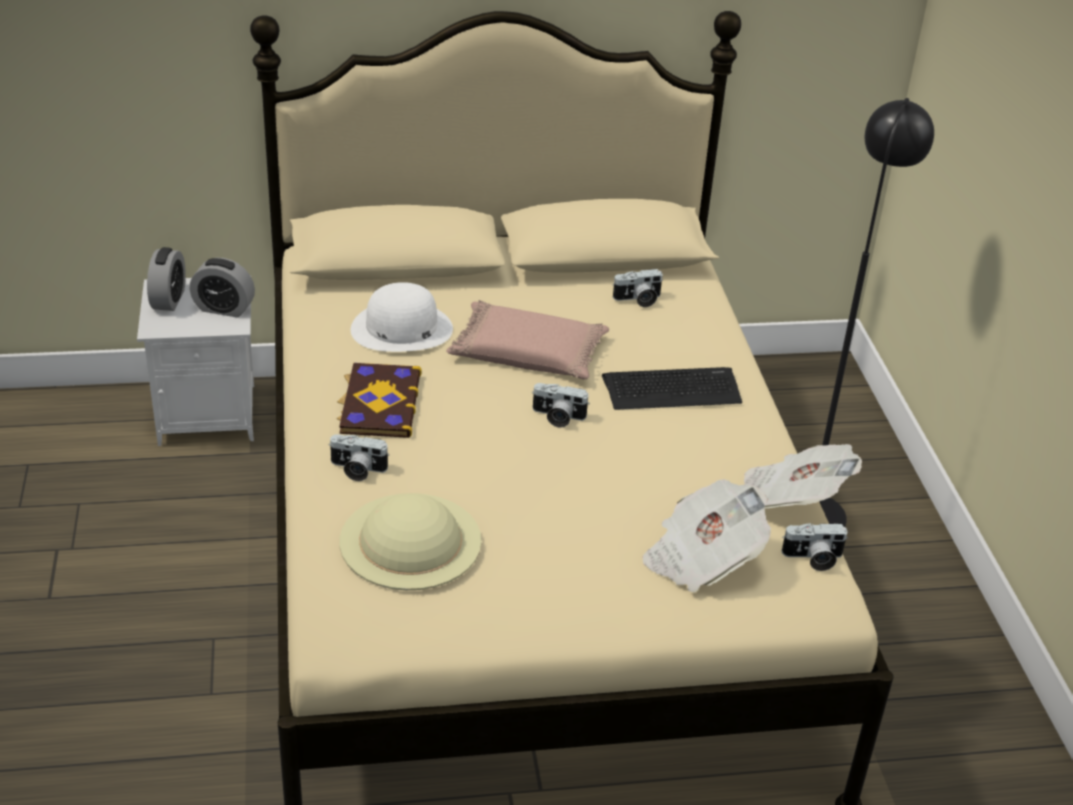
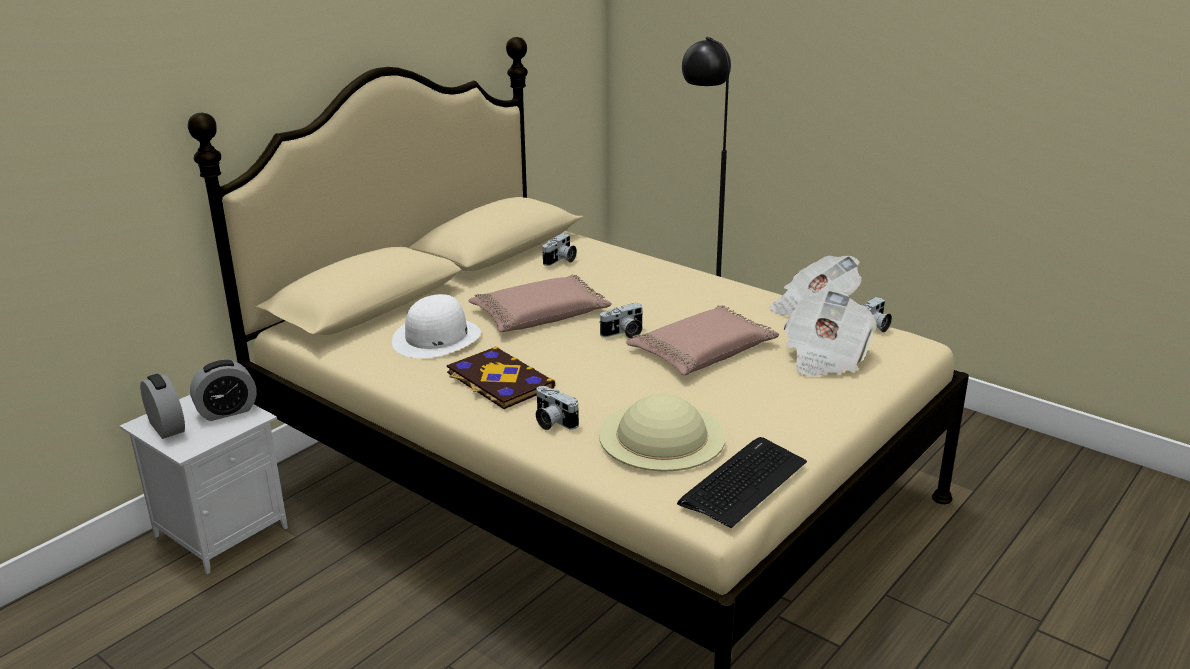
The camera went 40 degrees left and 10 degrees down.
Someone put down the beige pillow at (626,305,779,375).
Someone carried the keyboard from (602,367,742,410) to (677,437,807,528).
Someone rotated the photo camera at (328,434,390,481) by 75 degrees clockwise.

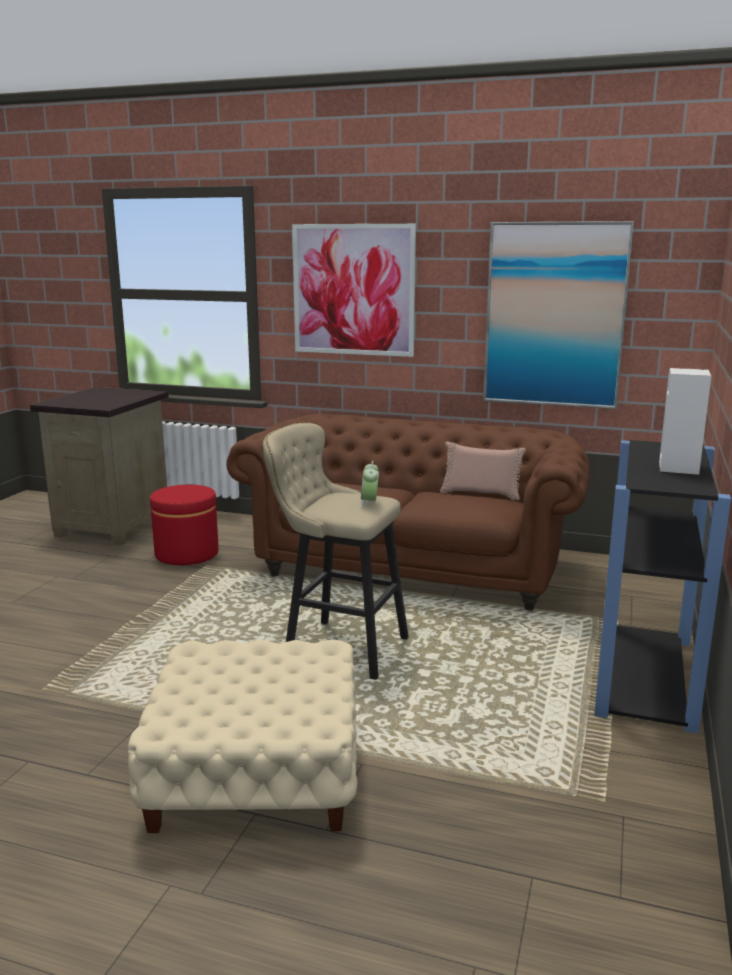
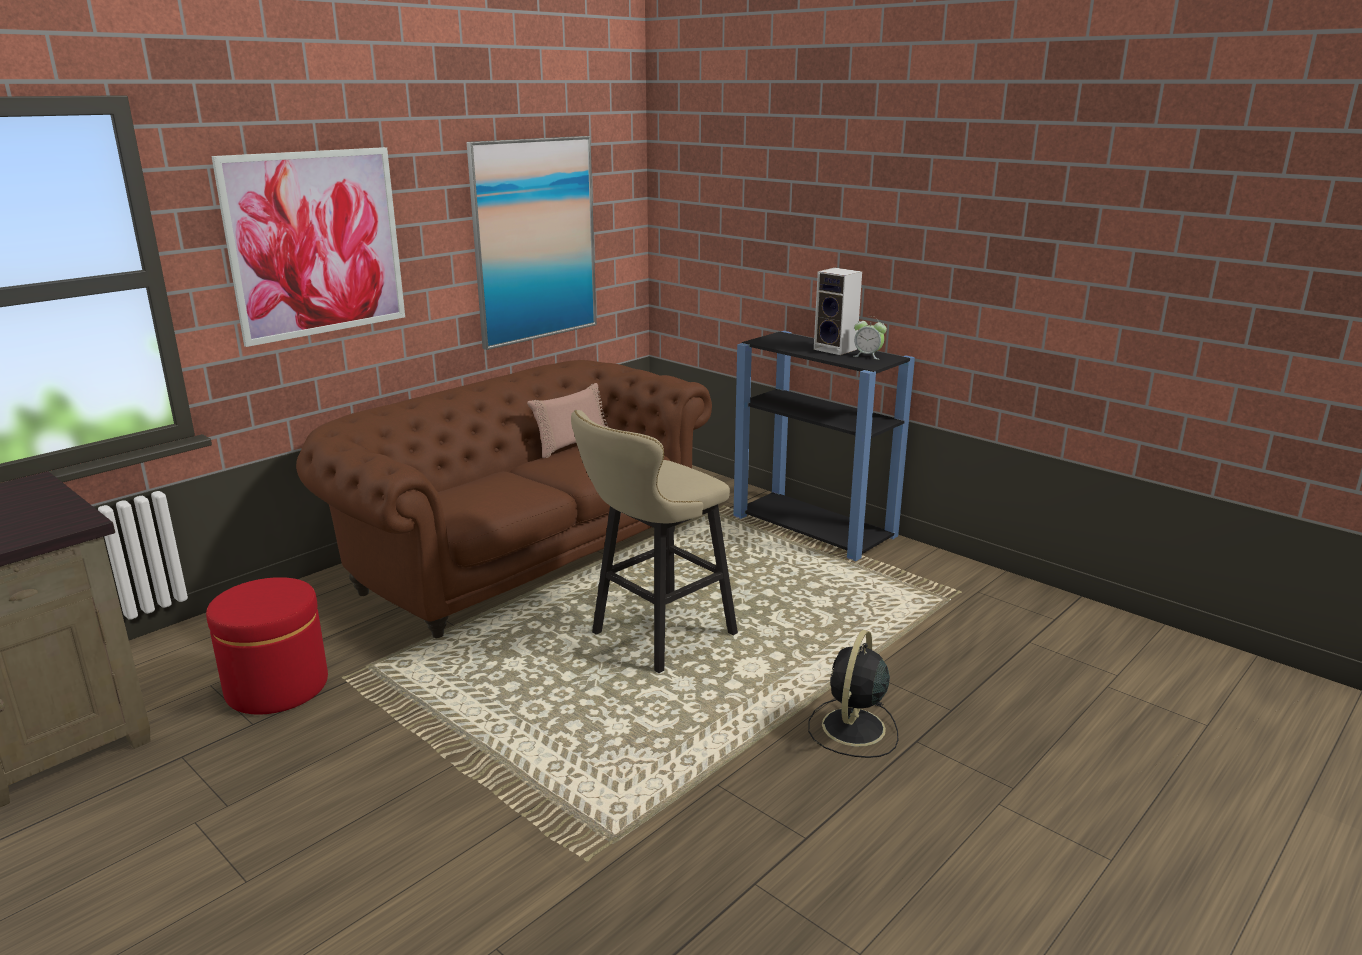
The camera went 65 degrees left and 5 degrees up.
Someone carried the alarm clock from (360,461,379,508) to (854,316,887,360).
Someone swapped the beige ottoman at (128,639,357,833) for the black fan at (808,630,898,758).

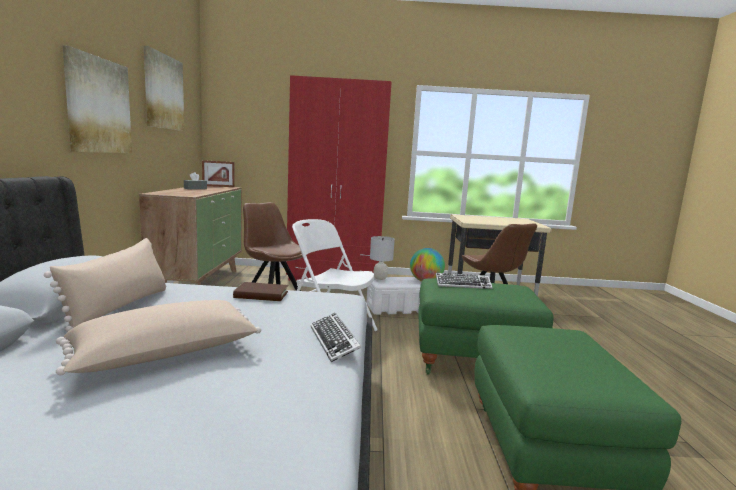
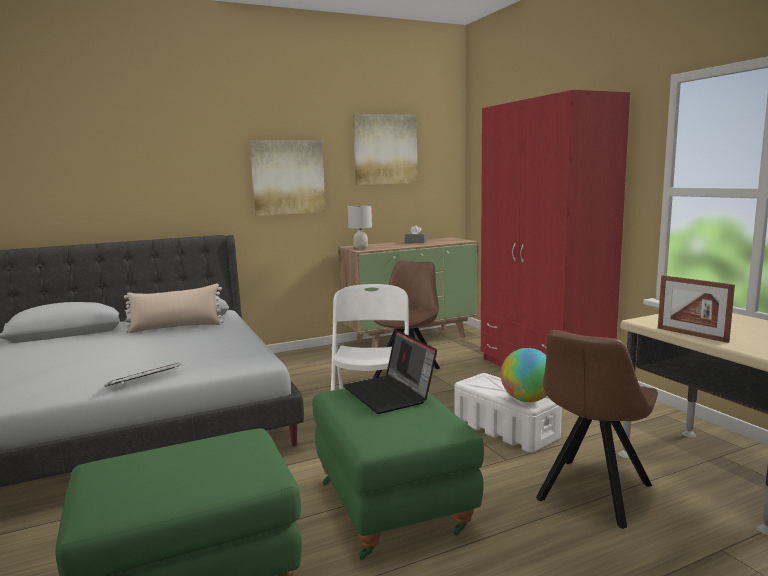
The camera went 65 degrees right and 0 degrees up.
Someone took away the beige pillow at (56,300,261,376).
Someone took away the brown book at (233,282,288,301).
Someone carried the picture frame from (202,160,235,187) to (658,275,735,343).
Someone carried the grey table lamp from (370,236,395,280) to (348,206,372,249).
Someone swapped the keyboard at (436,273,493,289) for the laptop at (343,330,437,414).

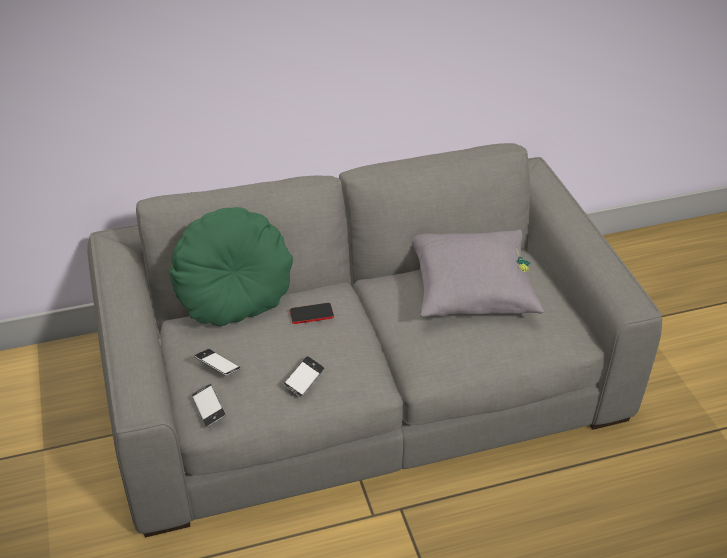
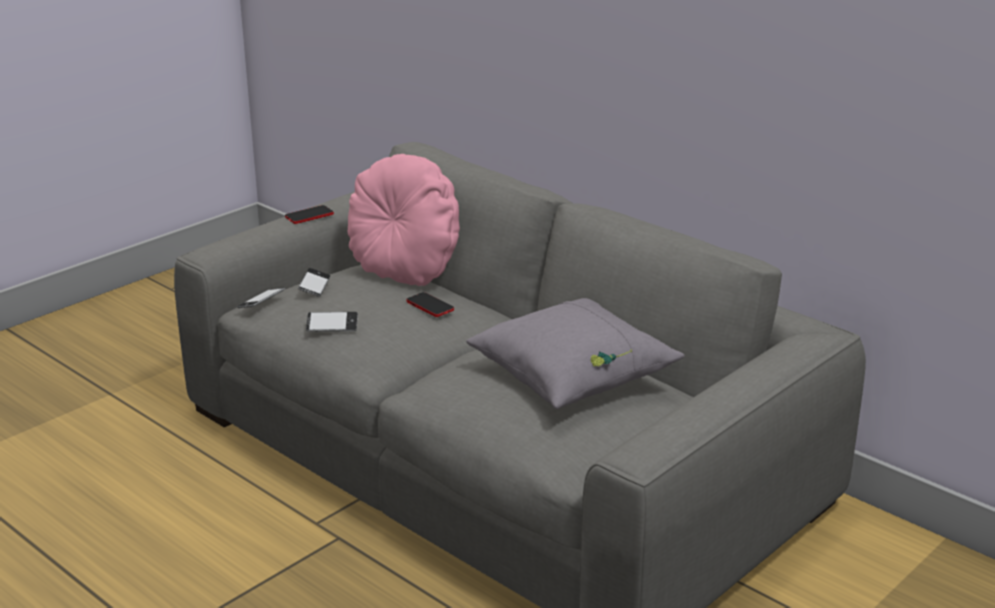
The camera went 60 degrees right and 15 degrees down.
Someone put down the phone at (285,205,334,224).
Someone repainted the green pillow at (169,207,293,326), which became the pink pillow at (348,154,460,286).

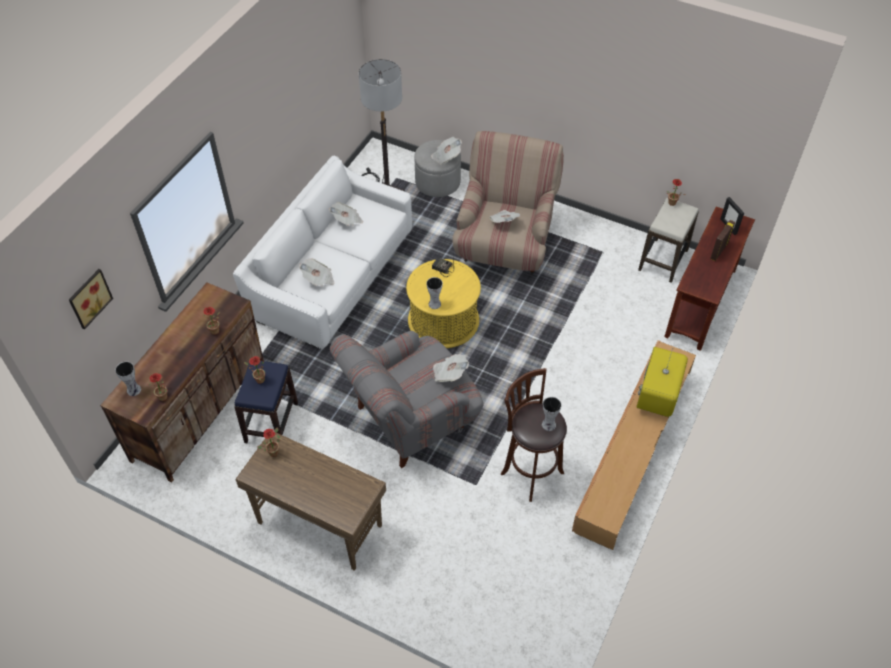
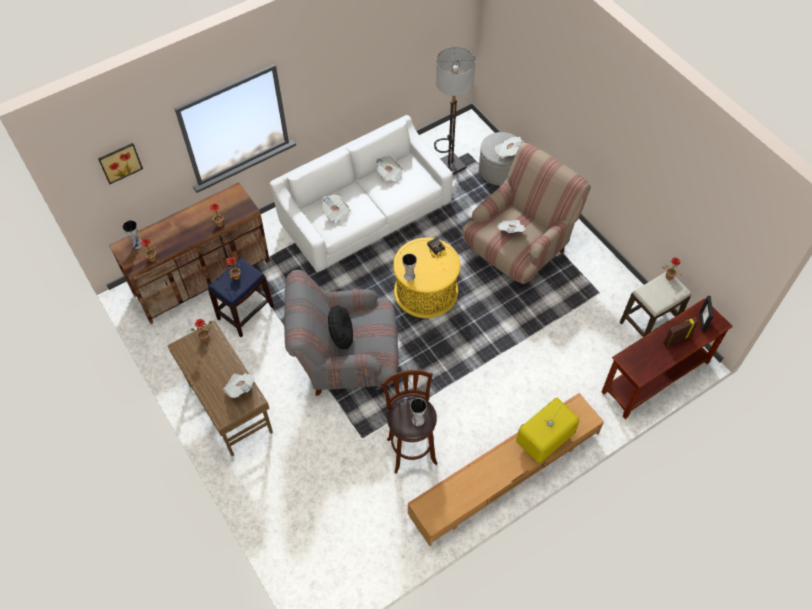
The camera went 30 degrees right and 5 degrees up.
Someone put down the black pillow at (328,306,353,349).
Someone carried the newspaper from (433,354,469,382) to (223,373,255,398).

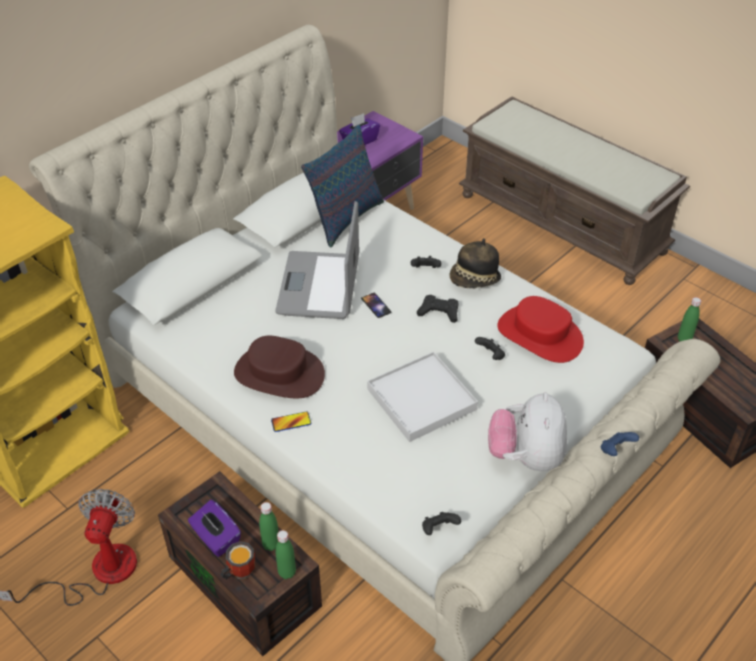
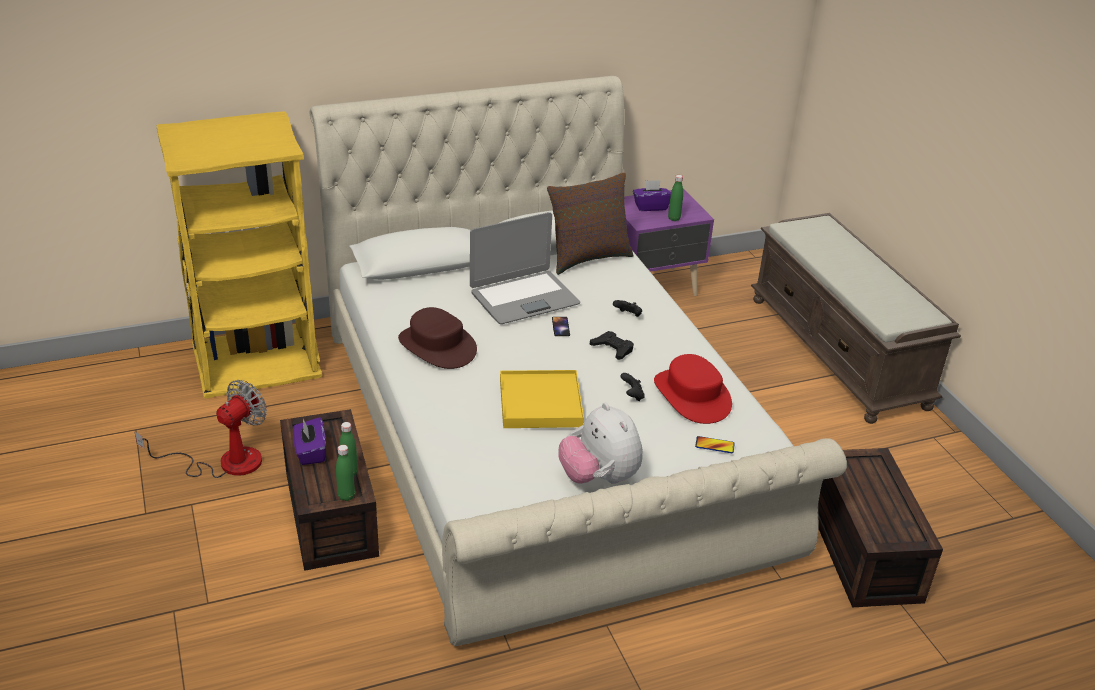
The camera went 25 degrees right and 10 degrees down.
Someone took away the mug at (220,541,255,580).
Someone took away the black game controller at (422,512,461,535).
Someone took away the hat at (449,238,501,288).
Someone took away the blue game controller at (601,432,639,456).
Someone carried the phone from (271,411,311,432) to (695,436,735,453).
Someone carried the green bottle from (678,297,701,342) to (668,175,683,221).
Someone repainted the blue pillow at (301,125,384,248), which became the brown pillow at (547,173,634,275).
Someone repainted the white tray at (367,352,478,442), which became the yellow tray at (500,370,584,428).
Someone rotated the laptop at (275,201,359,319) by 150 degrees counterclockwise.
Someone rotated the plush toy at (488,392,567,471) by 60 degrees counterclockwise.

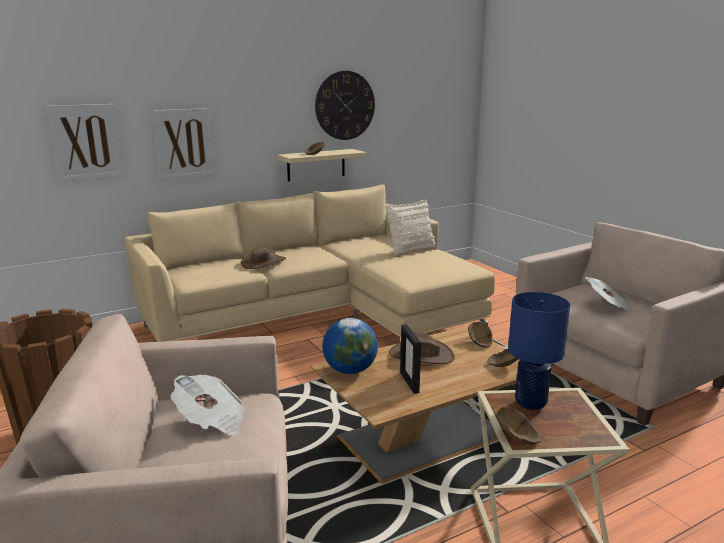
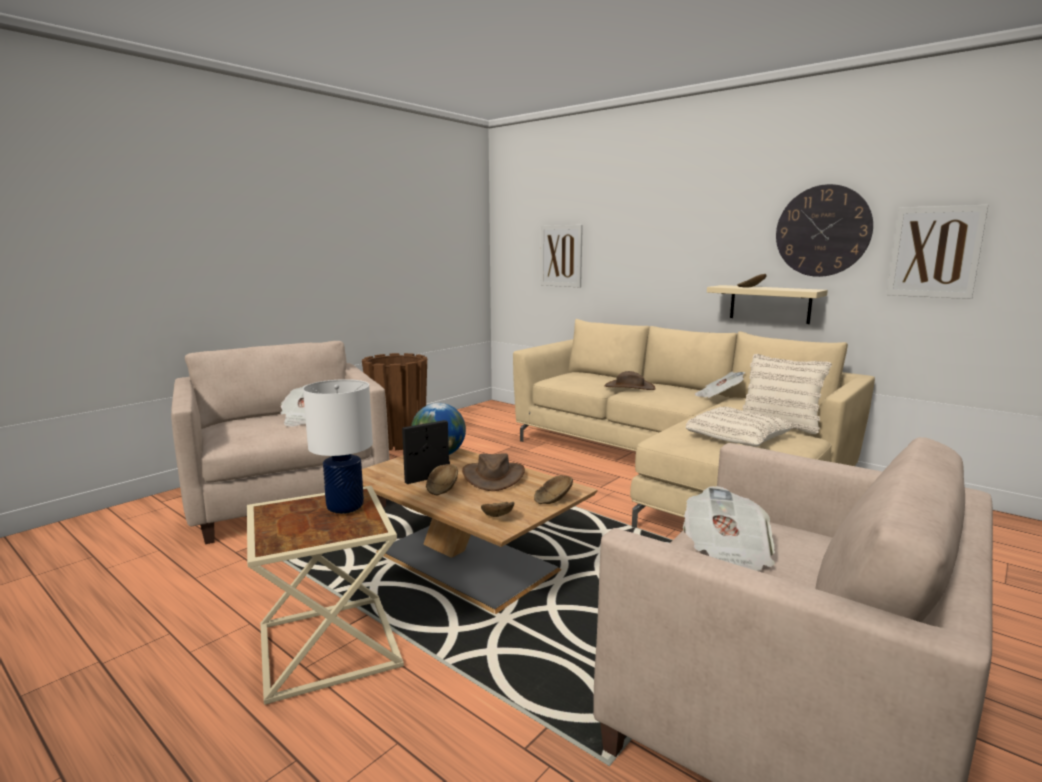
The camera went 70 degrees right and 5 degrees down.
Someone put down the beige pillow at (686,407,793,447).
Someone put down the newspaper at (695,372,745,398).
Someone carried the picture from (153,108,216,180) to (886,205,988,299).
Someone carried the brown bowl from (497,407,541,445) to (426,464,458,495).
Someone repainted the blue table lamp at (508,292,570,410), which became the white table lamp at (303,379,373,514).

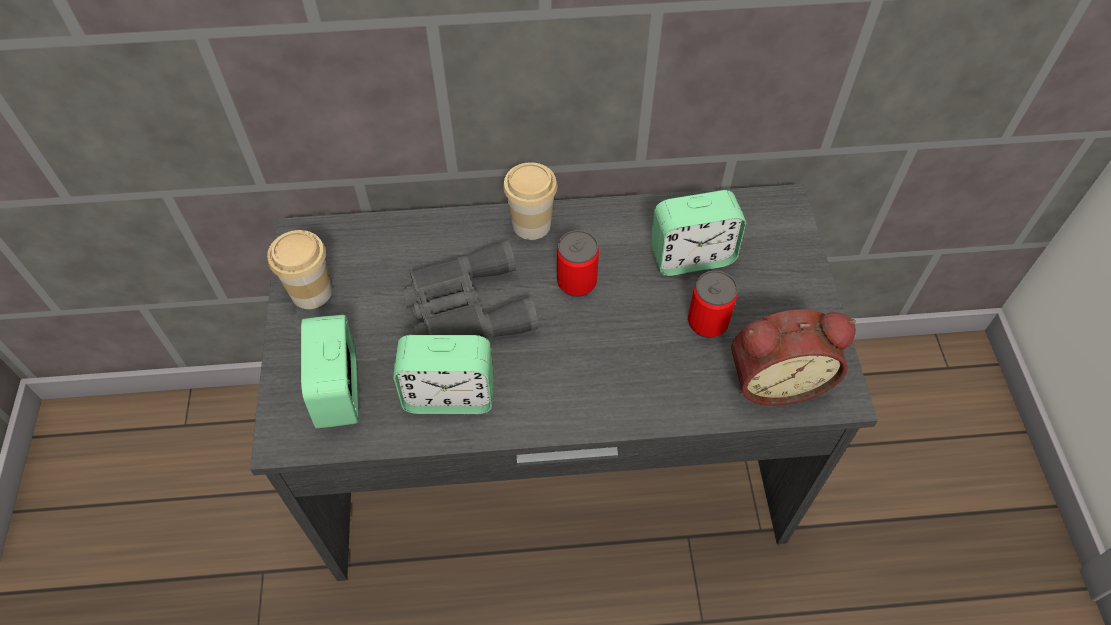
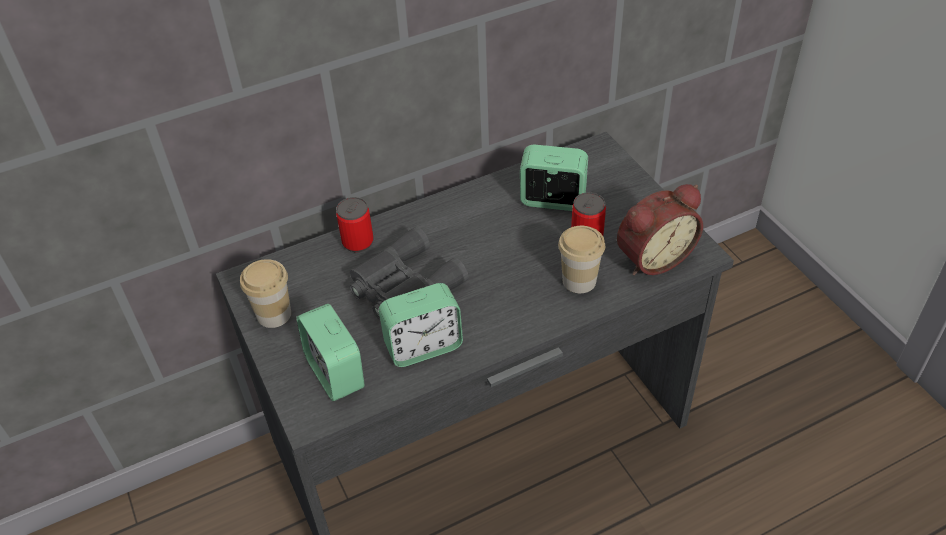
The camera went 20 degrees left and 10 degrees down.
Someone carried the cup from (503,162,557,240) to (558,226,605,293).
Someone carried the can from (557,230,599,297) to (336,197,374,252).
Someone rotated the alarm clock at (650,190,746,276) by 135 degrees counterclockwise.

